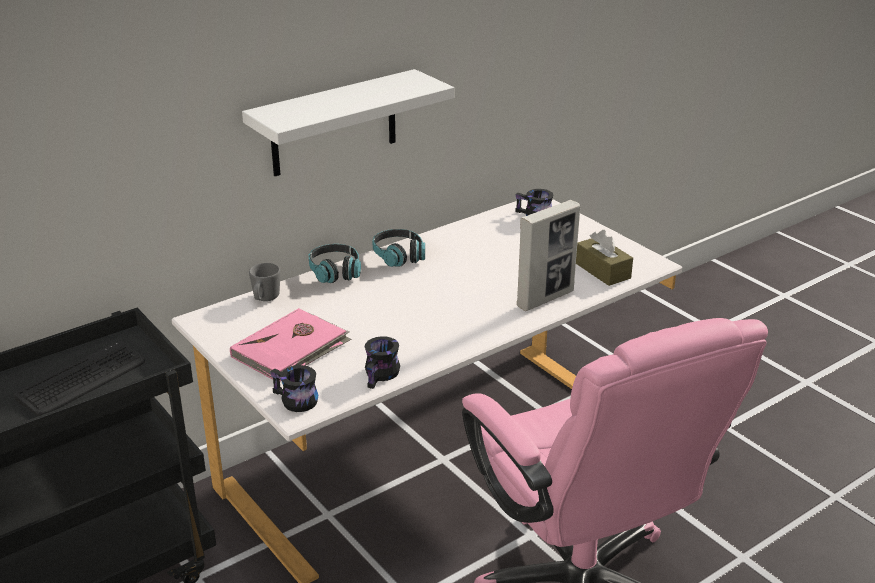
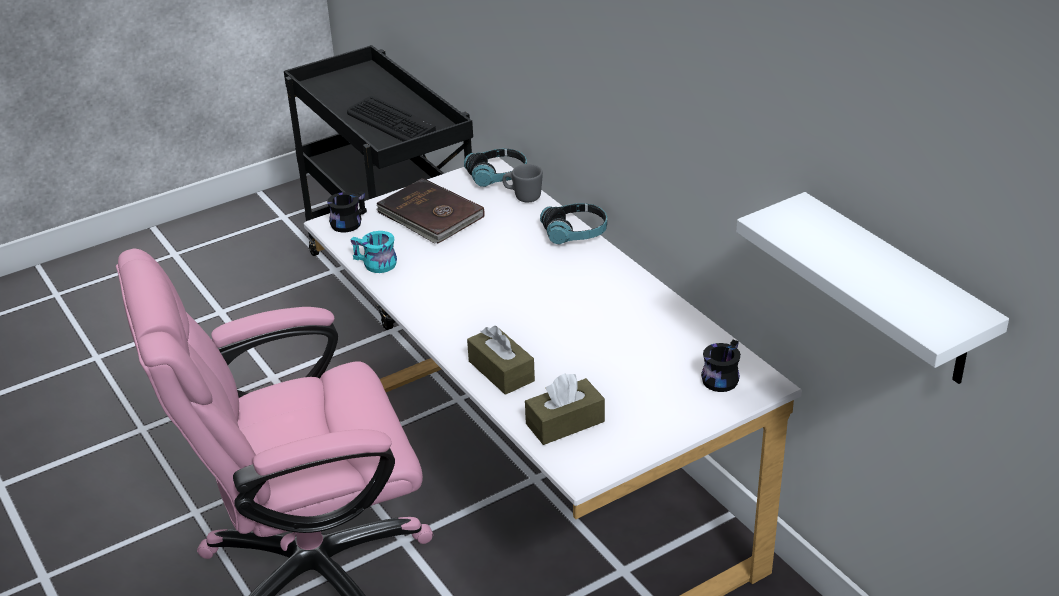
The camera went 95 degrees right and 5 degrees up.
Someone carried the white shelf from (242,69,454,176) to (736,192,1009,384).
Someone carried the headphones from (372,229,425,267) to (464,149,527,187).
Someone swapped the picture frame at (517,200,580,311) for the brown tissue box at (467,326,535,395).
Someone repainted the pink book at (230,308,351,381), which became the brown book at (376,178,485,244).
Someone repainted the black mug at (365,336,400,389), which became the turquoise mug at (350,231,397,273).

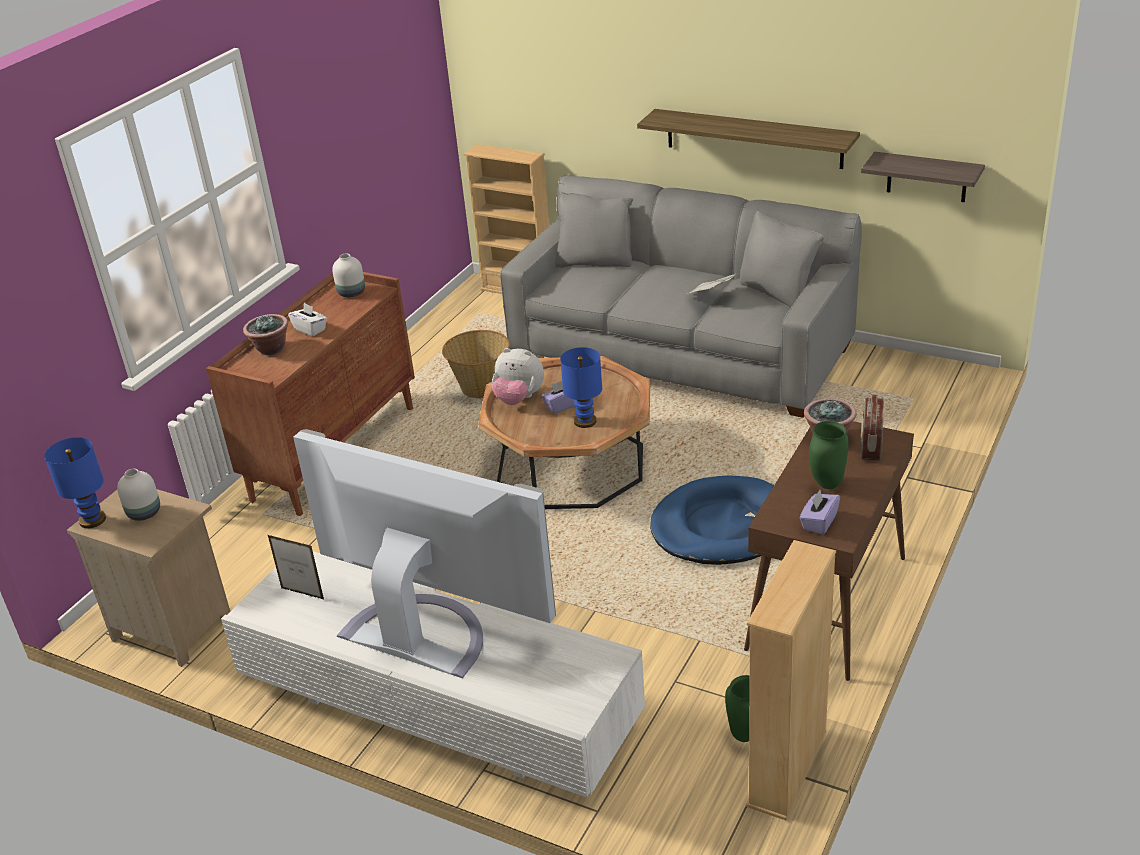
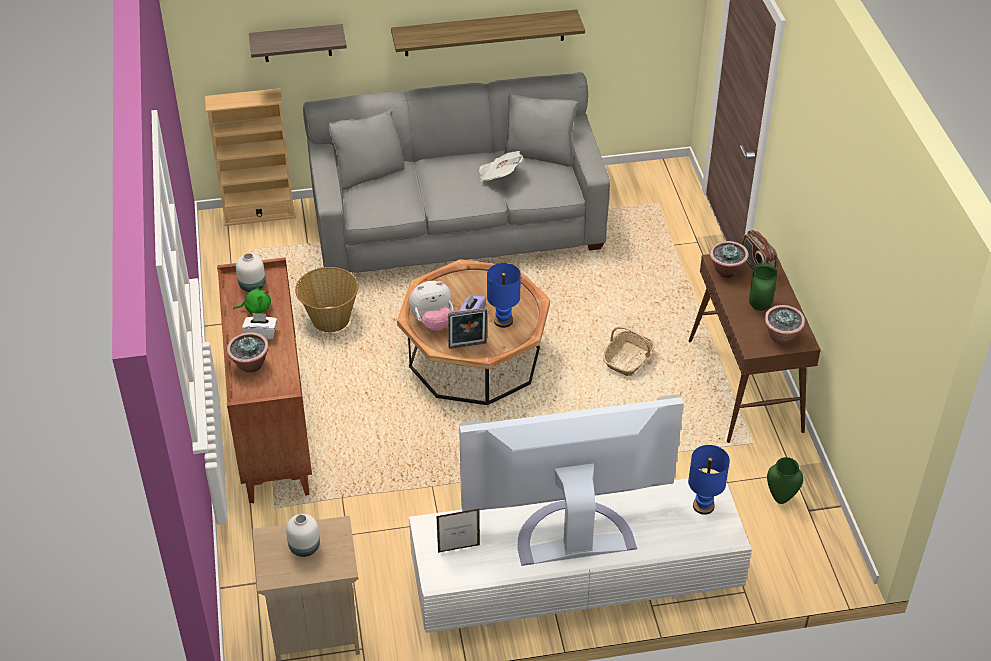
The camera went 40 degrees left and 10 degrees up.
Someone took away the beige bookcase at (746,540,836,820).
Someone put down the green plush toy at (233,284,271,315).
Someone put down the picture frame at (448,308,487,349).
Someone carried the blue table lamp from (44,437,106,528) to (688,445,730,515).
Someone carried the shelf from (861,152,985,202) to (249,24,347,62).
Someone swapped the blue dog bed at (650,475,774,565) for the basket at (603,326,655,376).
Someone swapped the purple tissue box at (800,490,840,535) for the potted plant at (764,305,805,344).

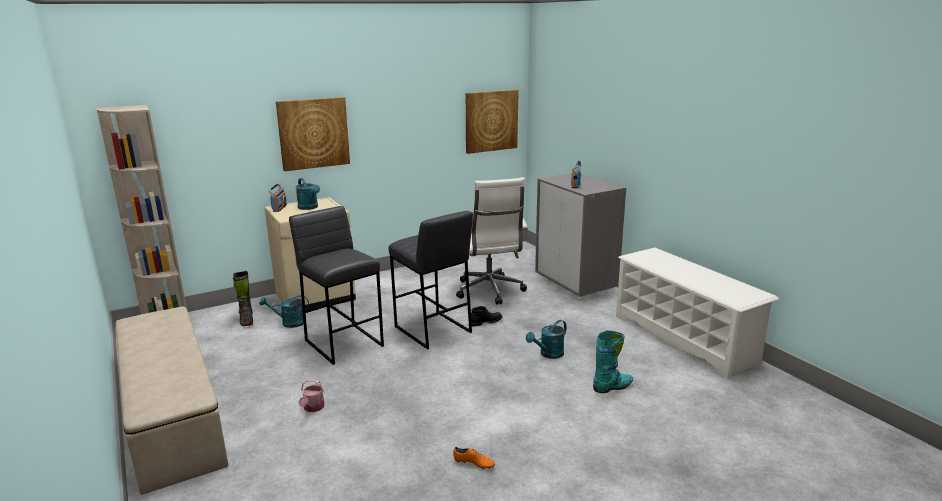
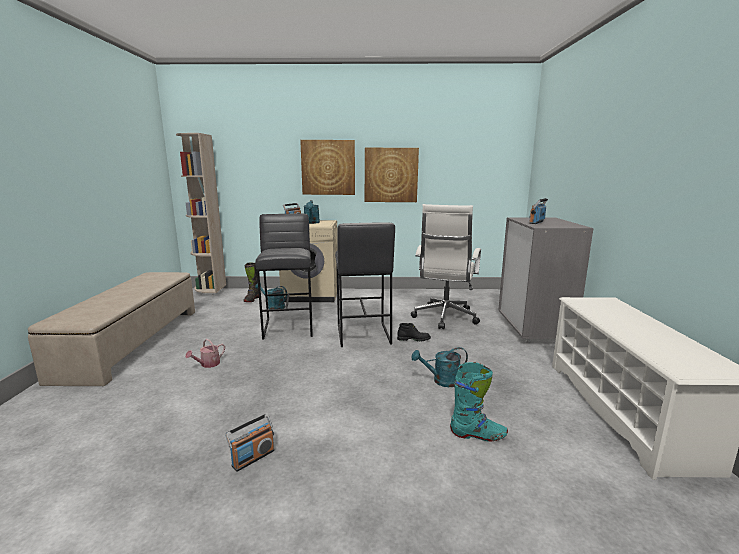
The camera went 30 degrees right and 5 degrees down.
Someone carried the picture from (466,90,519,154) to (365,148,419,202).
Someone swapped the orange shoe at (453,447,495,469) for the radio at (225,414,275,472).

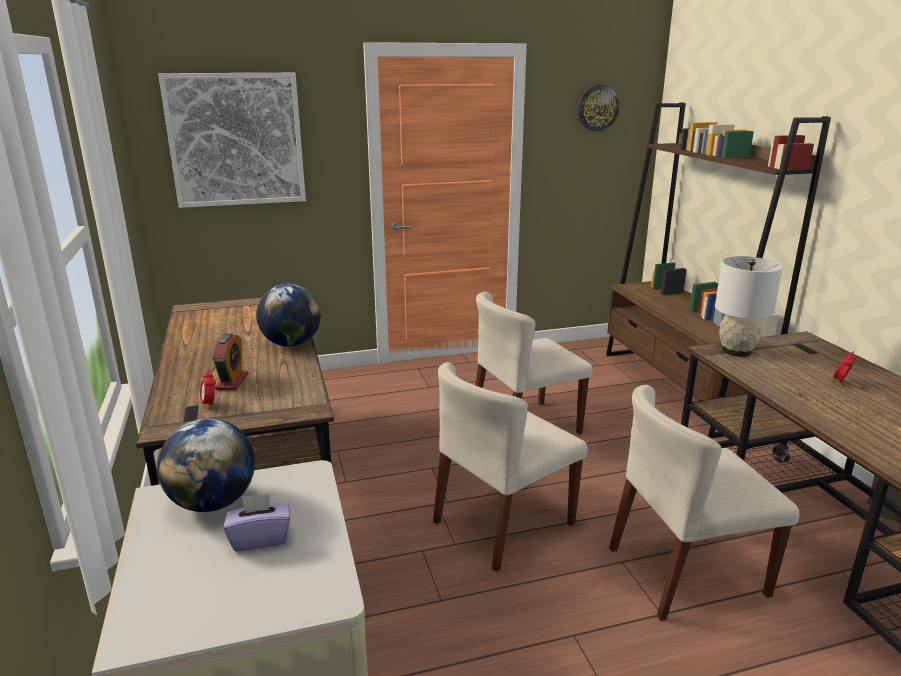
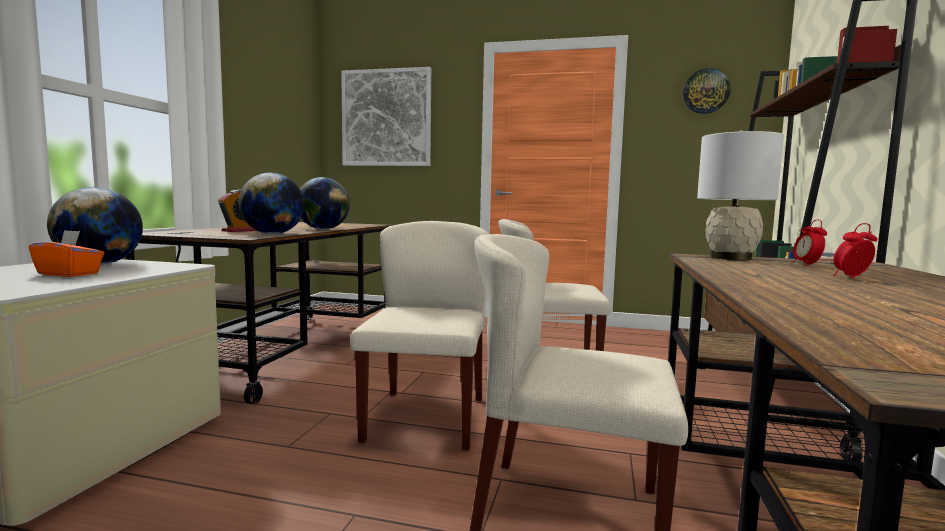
The camera went 30 degrees right and 15 degrees down.
Someone put down the globe at (238,173,304,234).
Someone carried the alarm clock from (200,370,216,410) to (793,220,827,266).
Someone repainted the purple tissue box at (223,493,290,551), which became the orange tissue box at (29,230,104,277).
Someone rotated the beige chair at (433,362,588,572) by 105 degrees clockwise.

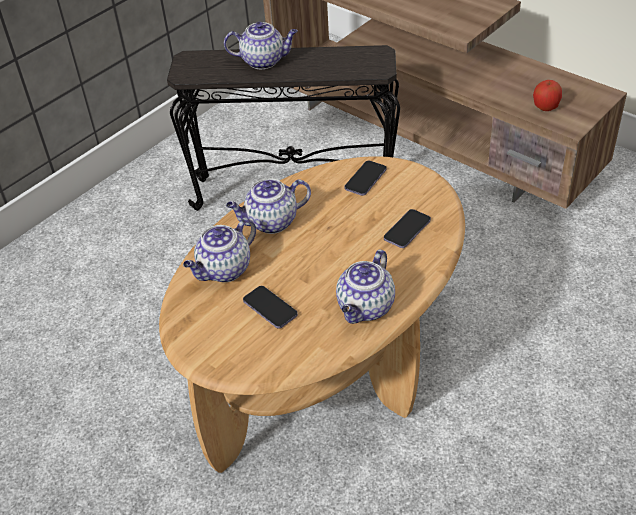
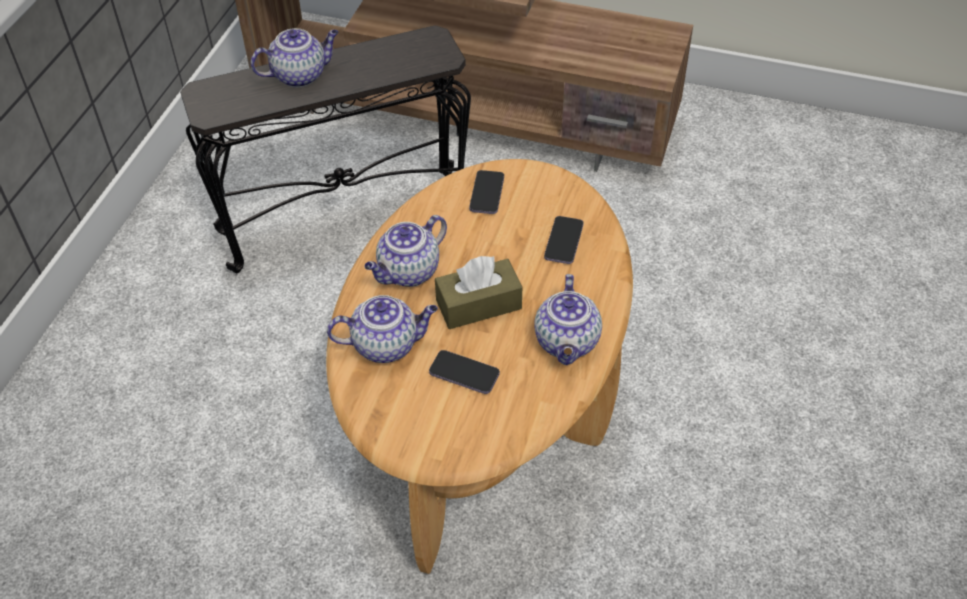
The camera went 25 degrees left and 5 degrees up.
Someone took away the apple at (533,80,562,111).
Someone put down the brown tissue box at (435,256,522,329).
Someone rotated the teapot at (183,218,256,282) by 120 degrees counterclockwise.

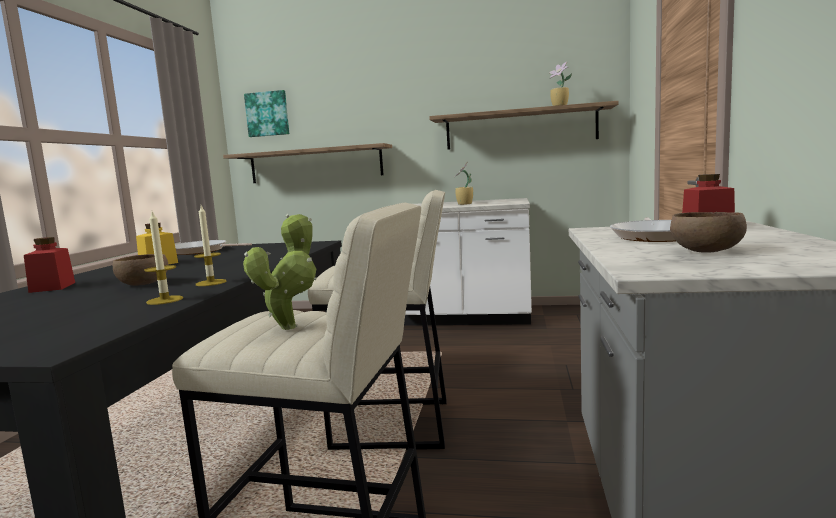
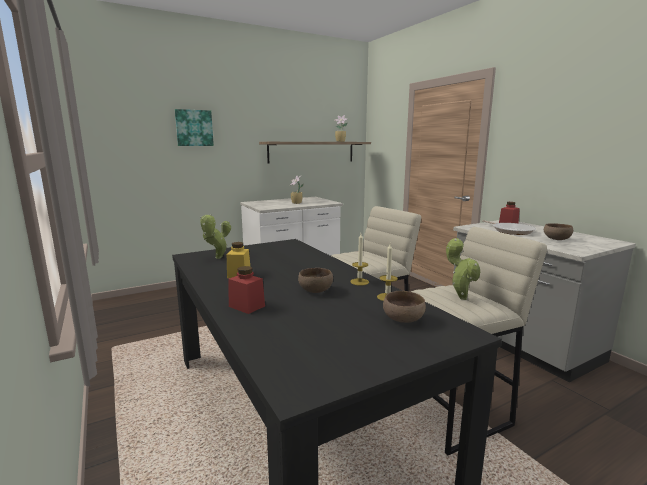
The camera went 40 degrees left and 5 degrees up.
Someone took away the shelf at (223,143,392,183).
Someone put down the brown bowl at (383,291,426,323).
Someone carried the picture from (244,90,289,137) to (175,109,214,146).
Someone swapped the frying pan at (175,240,252,255) for the potted plant at (200,214,231,259).

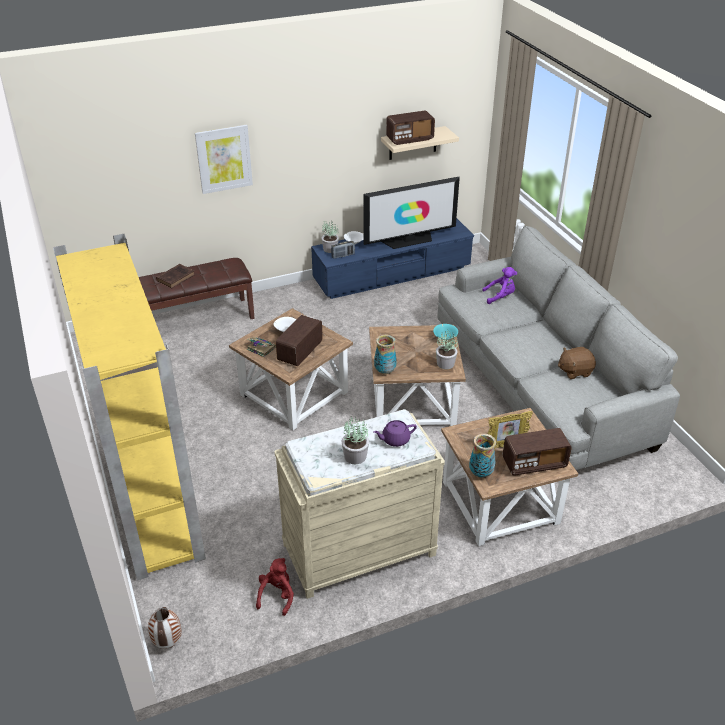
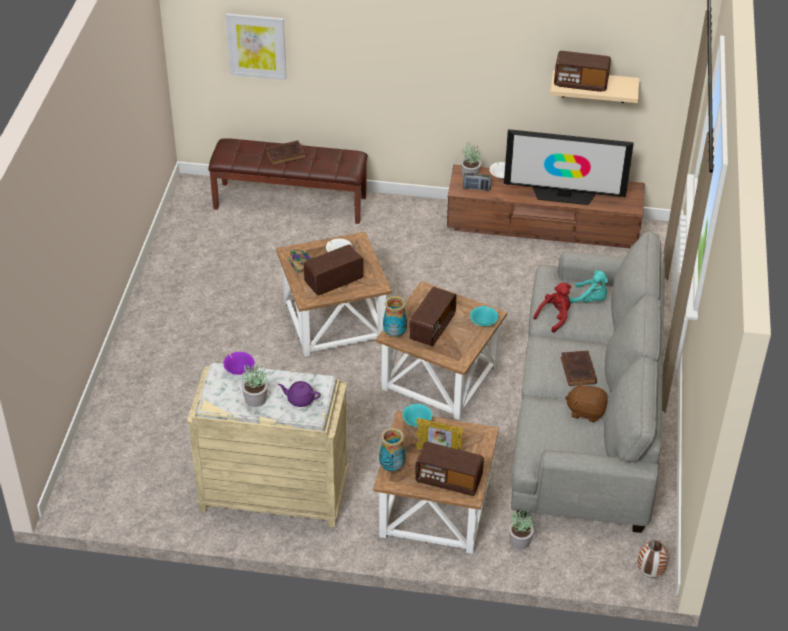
The camera went 30 degrees right and 5 degrees up.
Someone took away the yellow bookcase at (53,234,206,581).
Someone put down the purple bowl at (223,352,255,375).
Someone put down the turquoise bowl at (403,404,432,427).
Someone put down the radio at (409,286,457,346).
Someone put down the brown book at (561,350,597,386).
Someone carried the vase from (148,607,182,649) to (637,540,668,578).
Someone carried the picture from (195,125,253,194) to (226,13,287,80).
Someone carried the red plush toy from (256,558,294,616) to (533,282,571,332).
Someone carried the potted plant from (436,331,458,369) to (509,509,534,549).
Someone repainted the blue tv stand at (311,218,474,299), which became the brown tv stand at (447,165,645,248).
Someone repainted the purple plush toy at (482,267,517,304), which became the turquoise plush toy at (569,270,608,304).

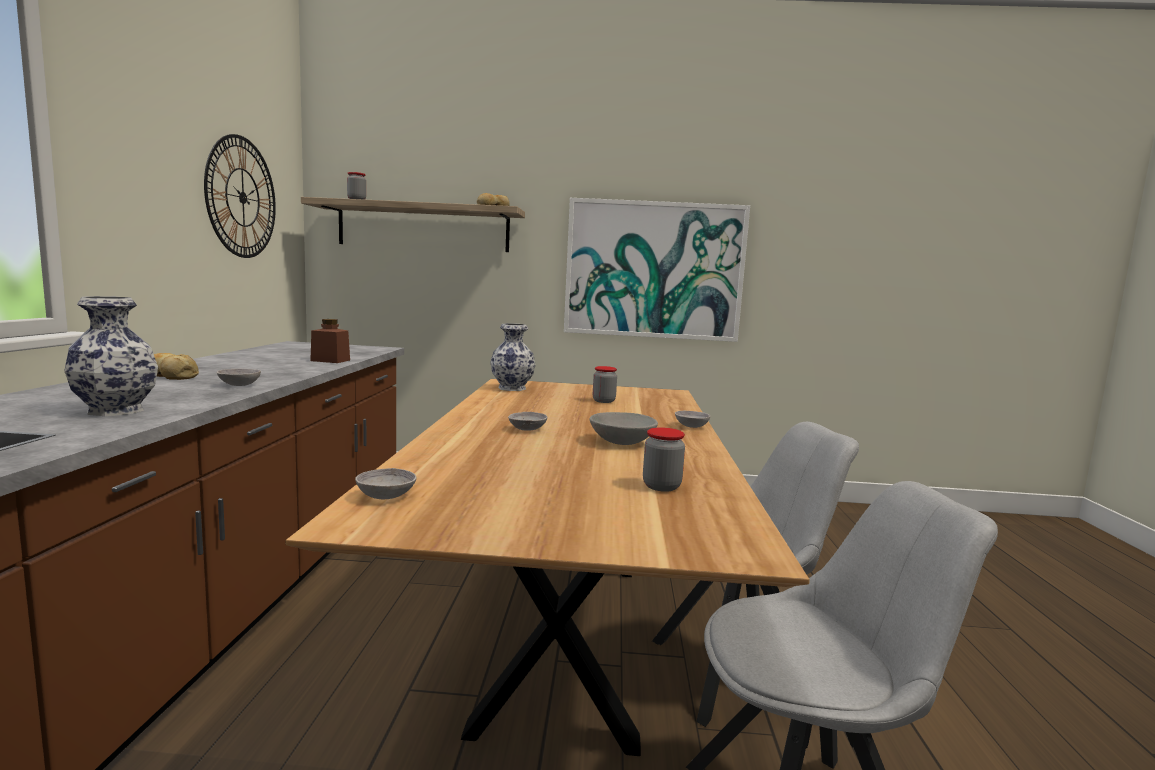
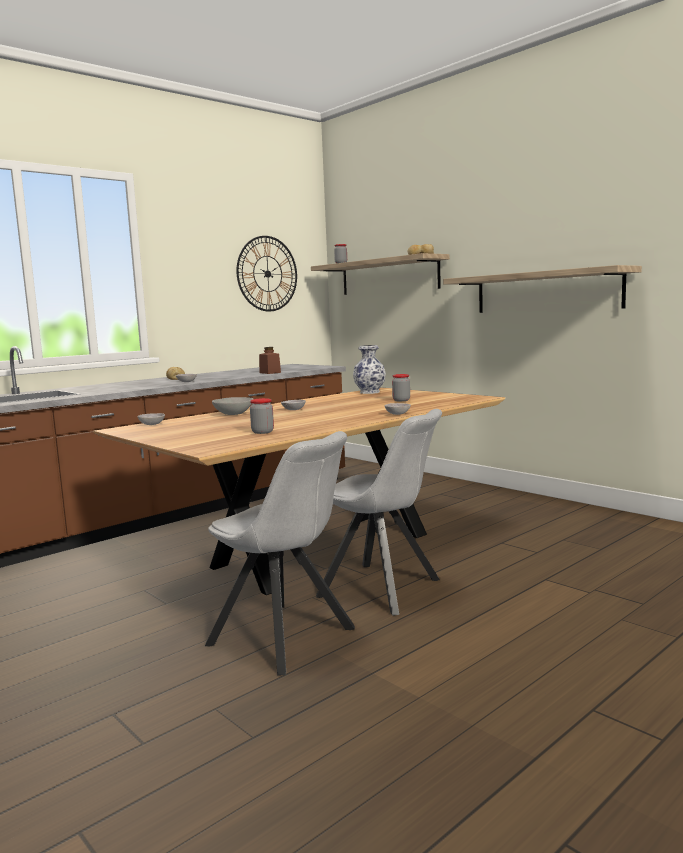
The camera went 45 degrees right and 0 degrees up.
Someone took away the vase at (64,296,158,416).
Someone carried the grey bowl from (590,412,658,445) to (212,397,253,415).
Someone swapped the picture at (564,198,750,342) for the shelf at (443,265,642,313).

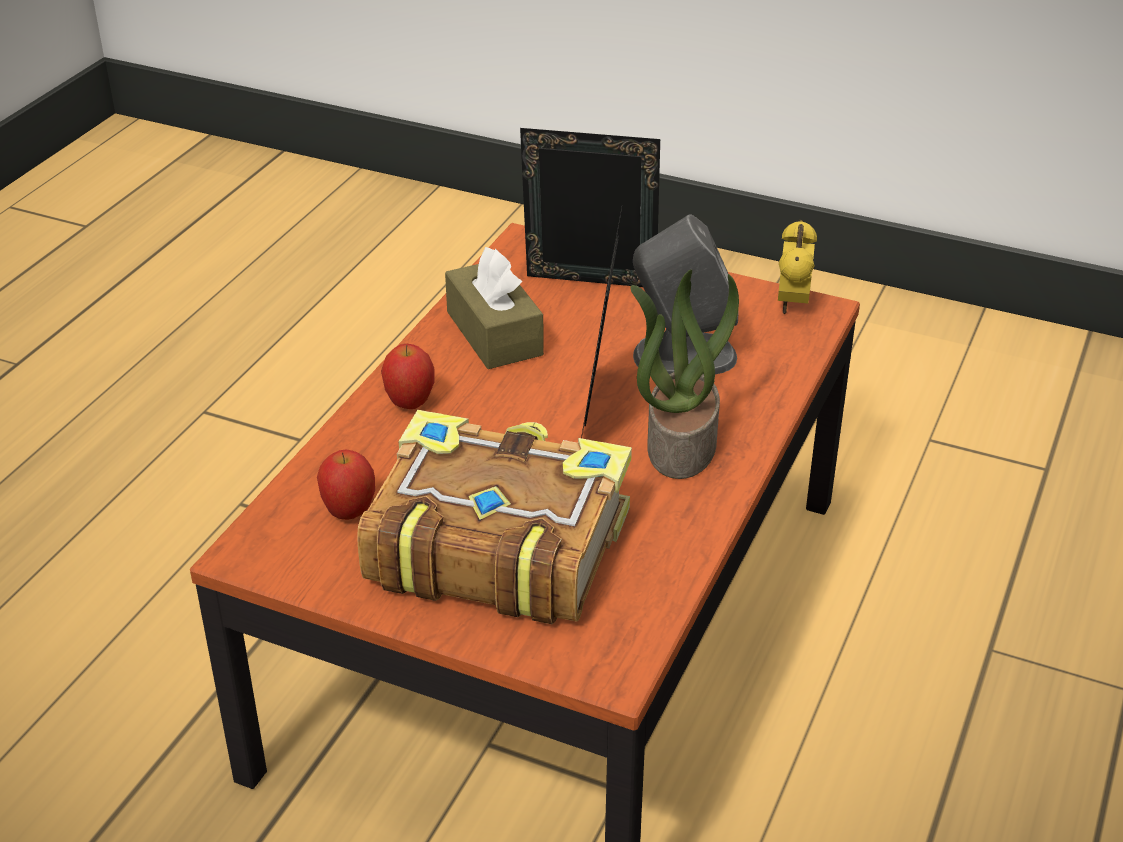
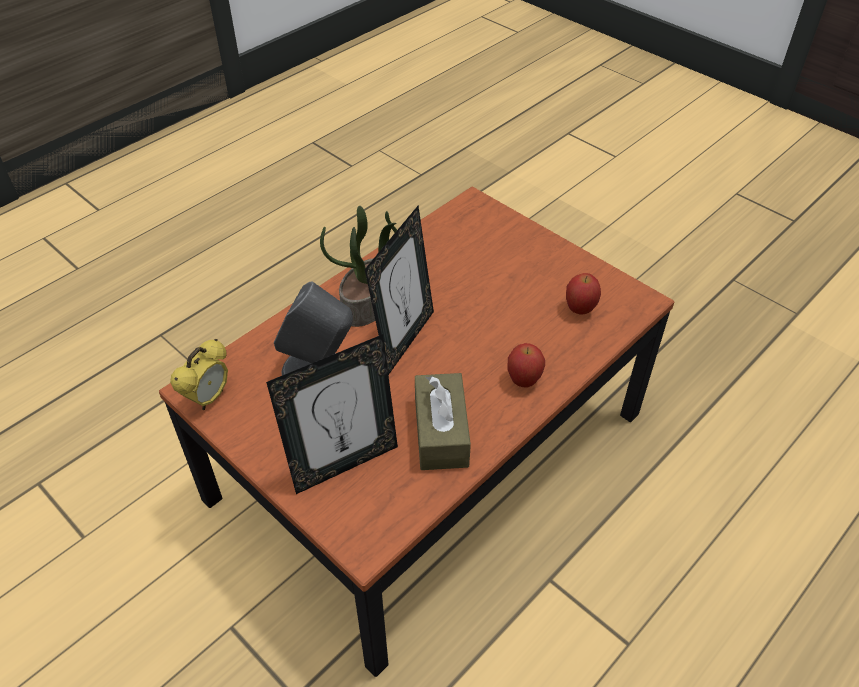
The camera went 160 degrees left and 10 degrees up.
Someone took away the book at (357,410,632,625).
Someone rotated the picture frame at (520,128,660,287) by 60 degrees counterclockwise.

